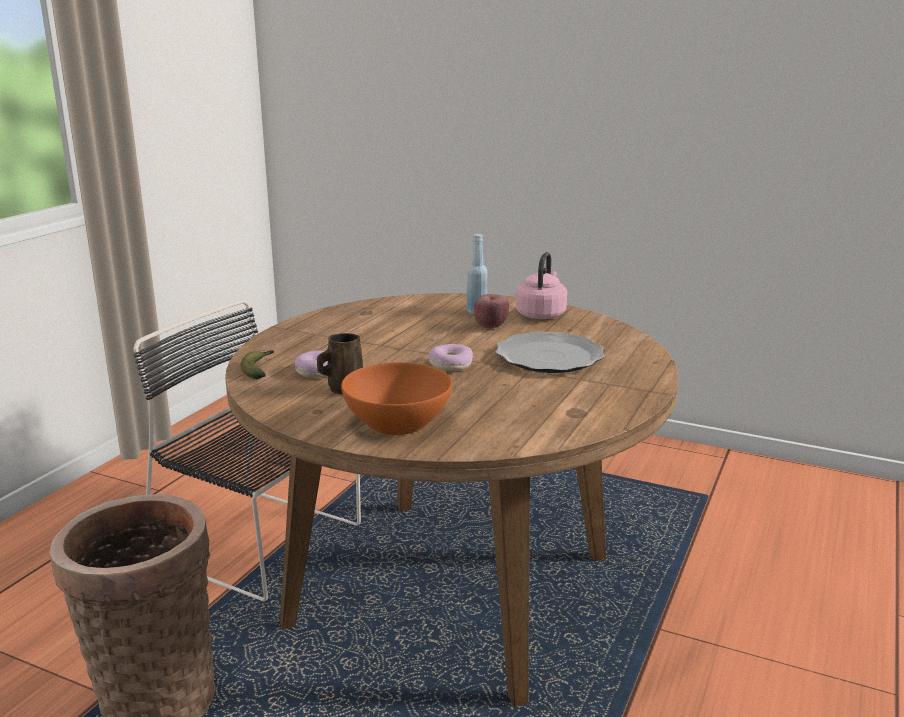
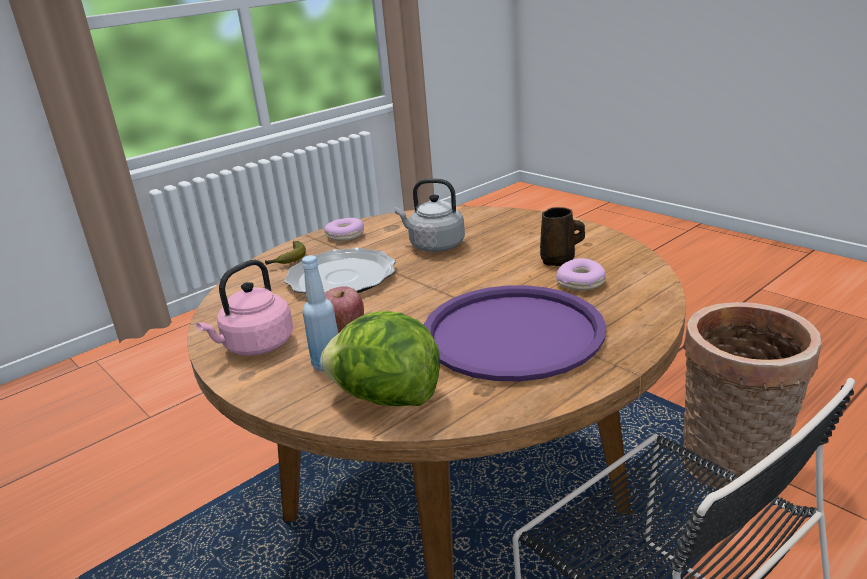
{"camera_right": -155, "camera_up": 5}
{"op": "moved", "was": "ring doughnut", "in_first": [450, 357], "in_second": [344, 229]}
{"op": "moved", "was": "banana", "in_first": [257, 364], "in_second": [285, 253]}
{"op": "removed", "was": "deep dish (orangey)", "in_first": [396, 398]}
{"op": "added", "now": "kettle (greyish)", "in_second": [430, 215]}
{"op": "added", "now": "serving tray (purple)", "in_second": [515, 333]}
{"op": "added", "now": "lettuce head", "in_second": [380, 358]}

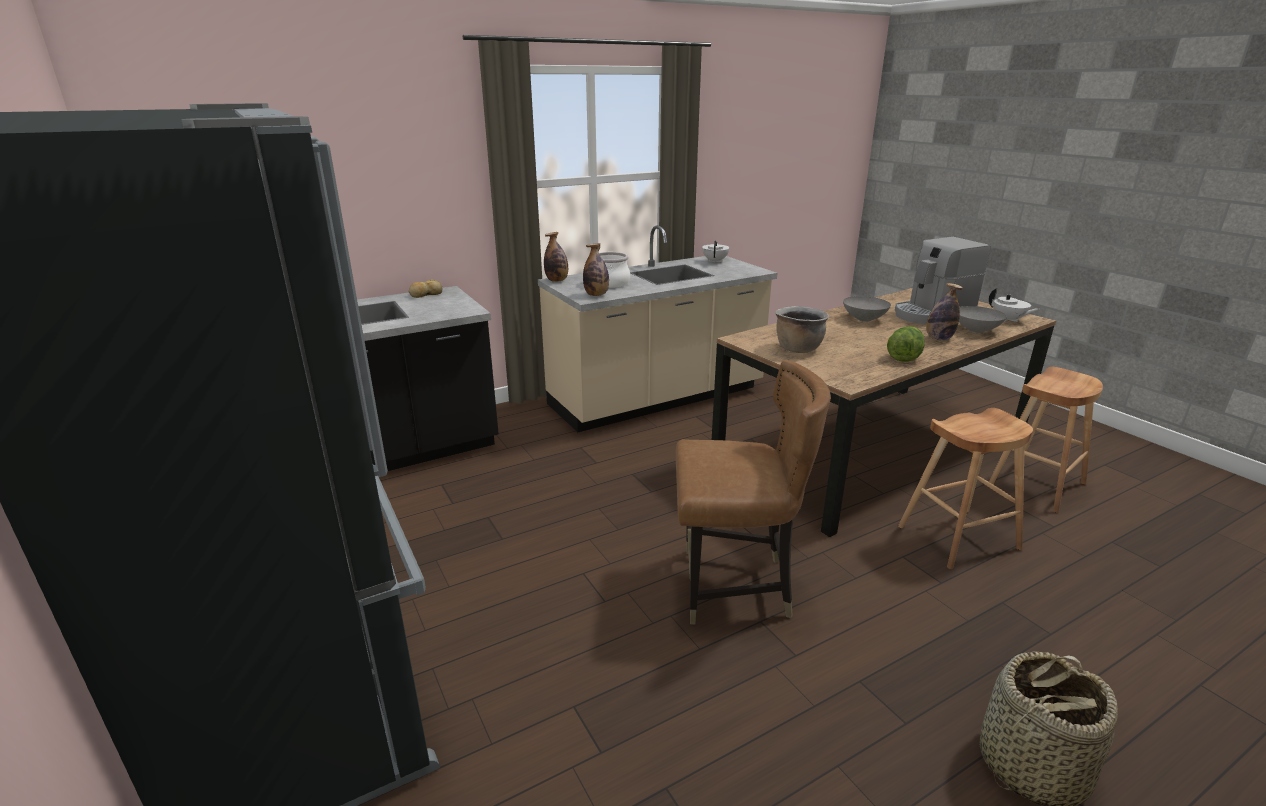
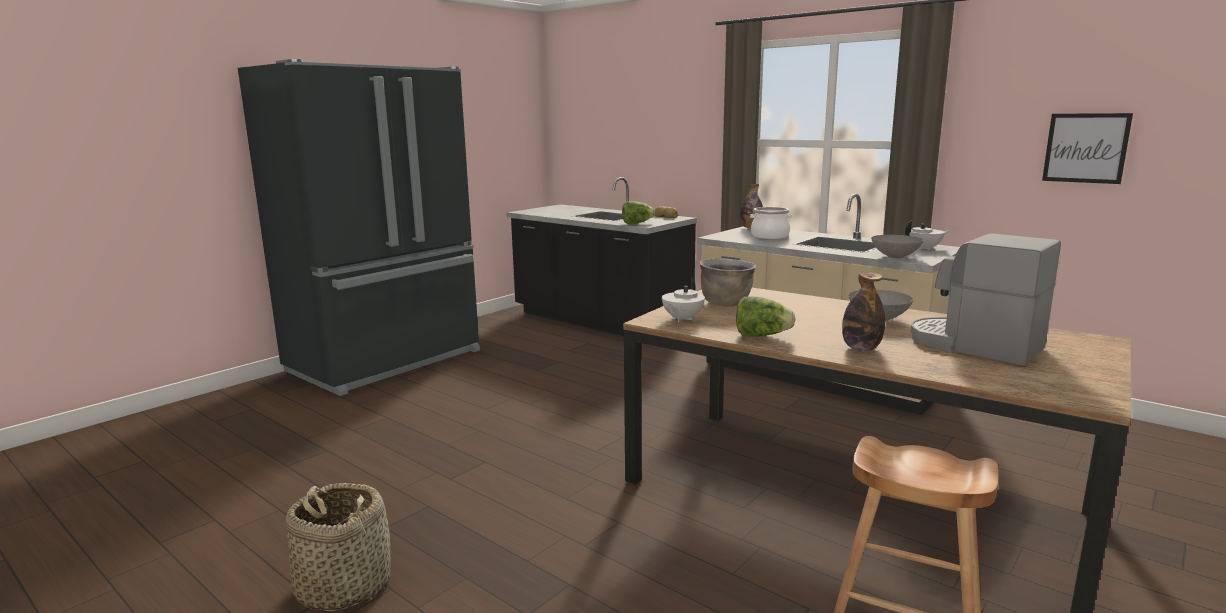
{"camera_right": 70, "camera_up": -10}
{"op": "removed", "was": "drink bottle", "in_first": [596, 269]}
{"op": "moved", "was": "pot for tea (whitish)", "in_first": [1014, 305], "in_second": [683, 299]}
{"op": "moved", "was": "deep dish (greyish)", "in_first": [983, 319], "in_second": [897, 246]}
{"op": "removed", "was": "chair (brown-coloured)", "in_first": [753, 492]}
{"op": "removed", "was": "stool (brown-coloured)", "in_first": [965, 488]}
{"op": "added", "now": "wall art", "in_second": [1087, 148]}
{"op": "added", "now": "lettuce head", "in_second": [638, 212]}

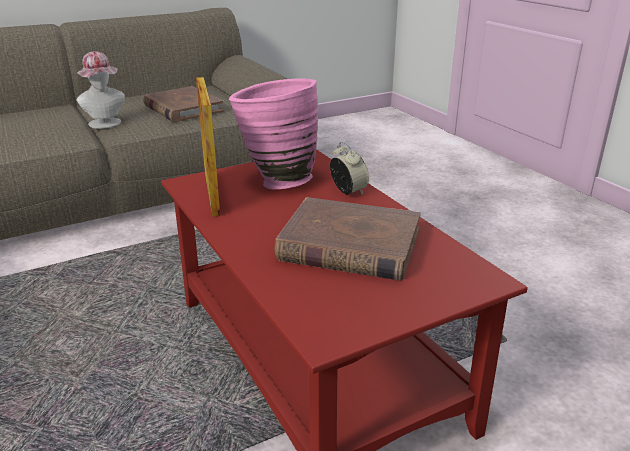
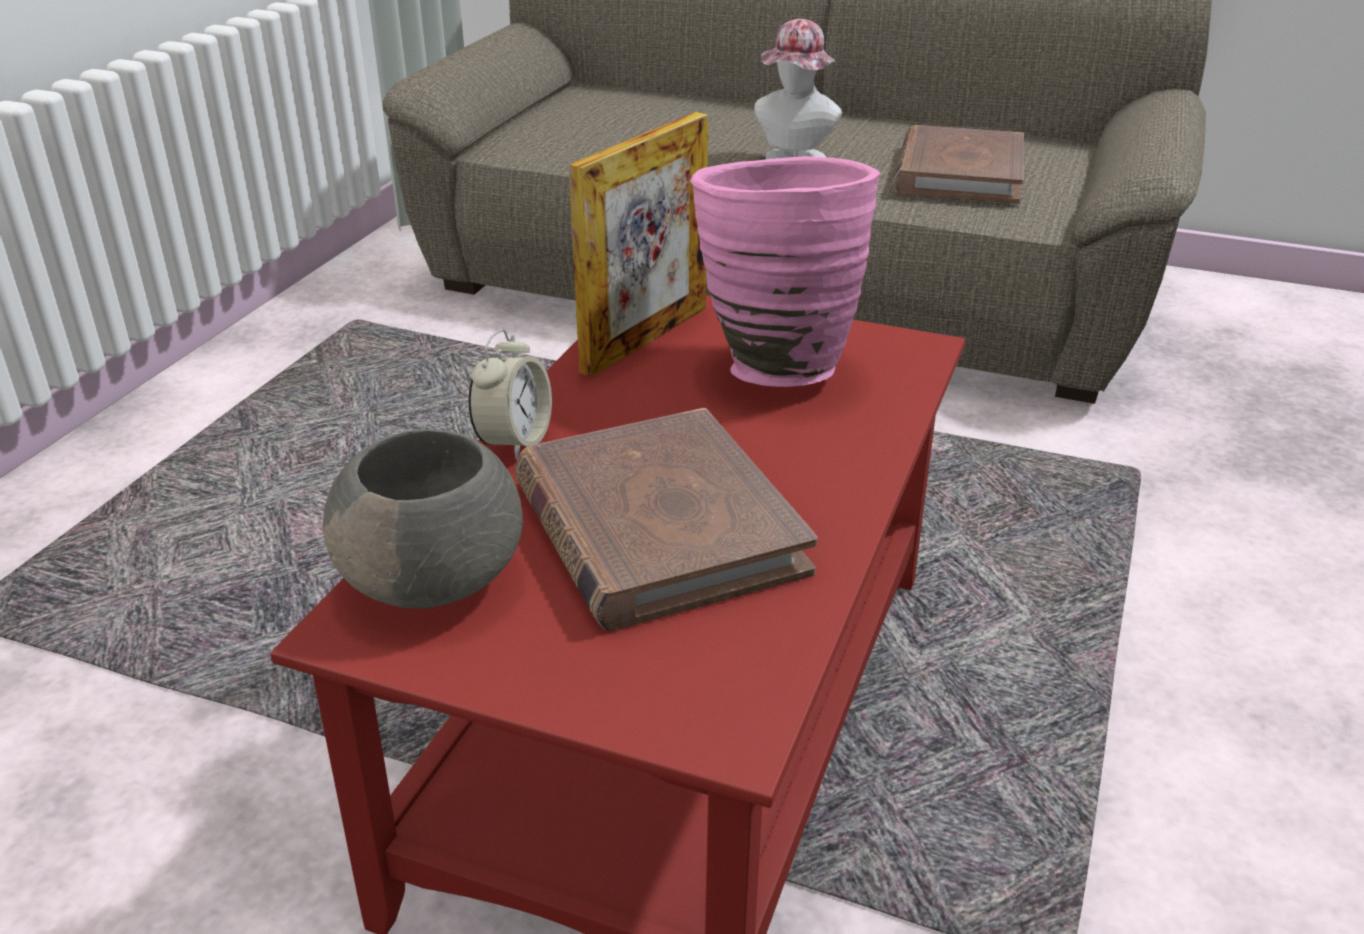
{"camera_right": 50, "camera_up": 5}
{"op": "moved", "was": "bedside clock", "in_first": [349, 168], "in_second": [510, 394]}
{"op": "added", "now": "deep dish (greyish)", "in_second": [423, 519]}

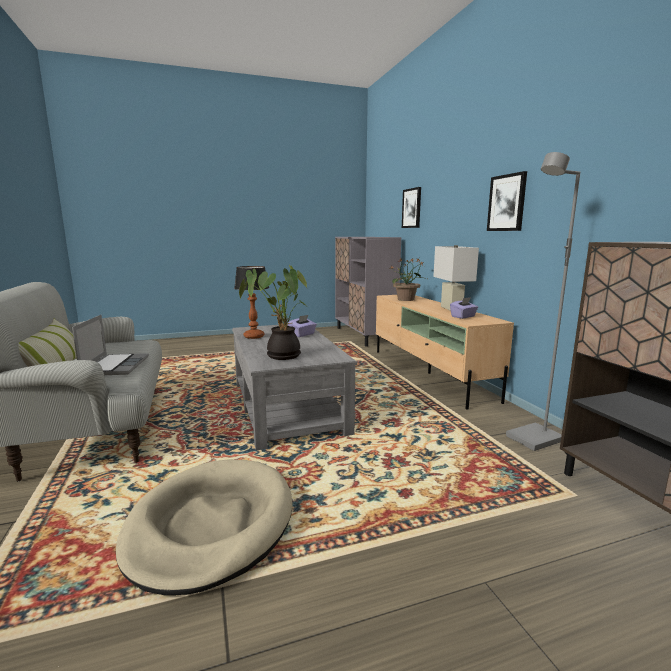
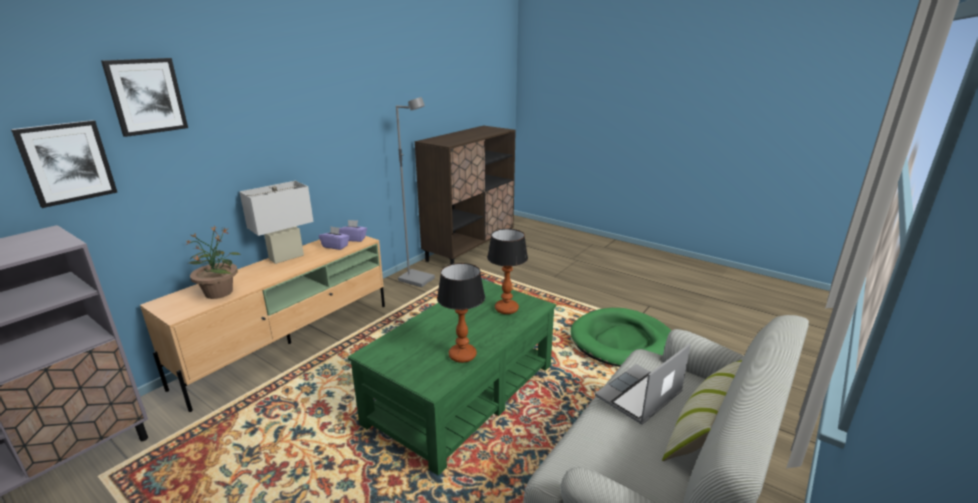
{"camera_right": -125, "camera_up": 10}
{"op": "moved", "was": "wall art", "in_first": [507, 201], "in_second": [144, 97]}
{"op": "replaced", "was": "potted plant", "now": "table lamp", "in_first": [273, 312], "in_second": [507, 271]}
{"op": "moved", "was": "box of tissues (purple)", "in_first": [302, 326], "in_second": [353, 231]}
{"op": "recoloured", "was": "coffee table (greyish)", "now": "coffee table (green-coloured)", "in_first": [294, 387], "in_second": [452, 377]}
{"op": "recoloured", "was": "pet bed (sand-coloured)", "now": "pet bed (green-coloured)", "in_first": [204, 528], "in_second": [620, 337]}

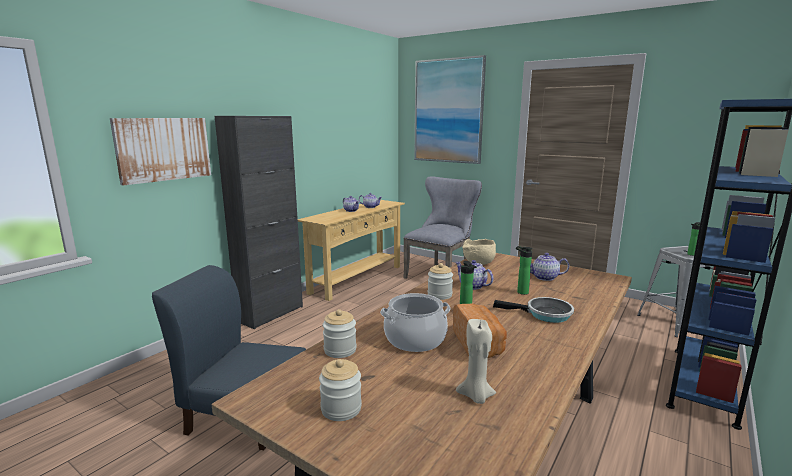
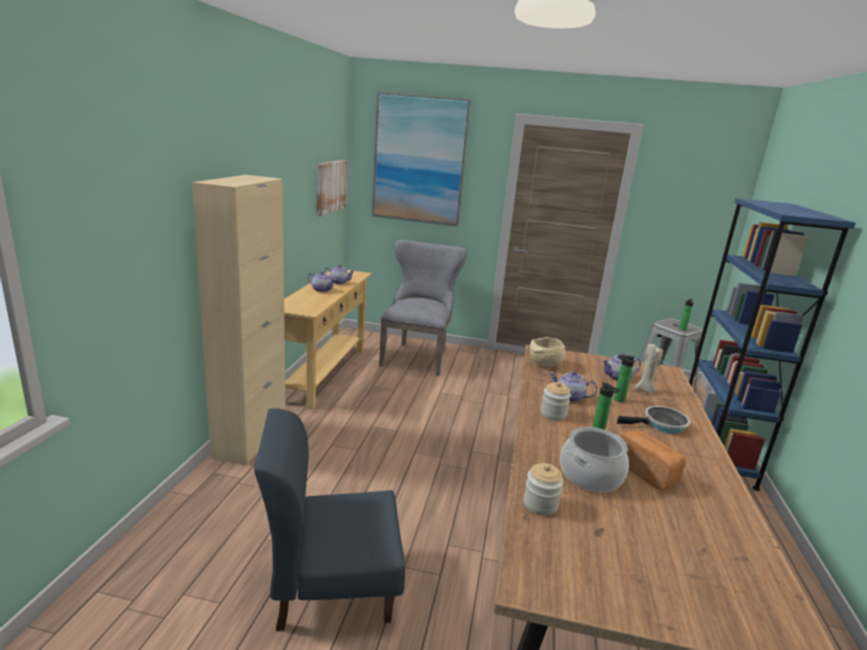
{"camera_right": -25, "camera_up": 5}
{"op": "recoloured", "was": "storage cabinet (black-coloured)", "now": "storage cabinet (sand-coloured)", "in_first": [259, 222], "in_second": [239, 320]}
{"op": "moved", "was": "wall art", "in_first": [160, 151], "in_second": [332, 188]}
{"op": "moved", "was": "candle (sand-coloured)", "in_first": [476, 361], "in_second": [649, 368]}
{"op": "removed", "was": "jar", "in_first": [340, 390]}

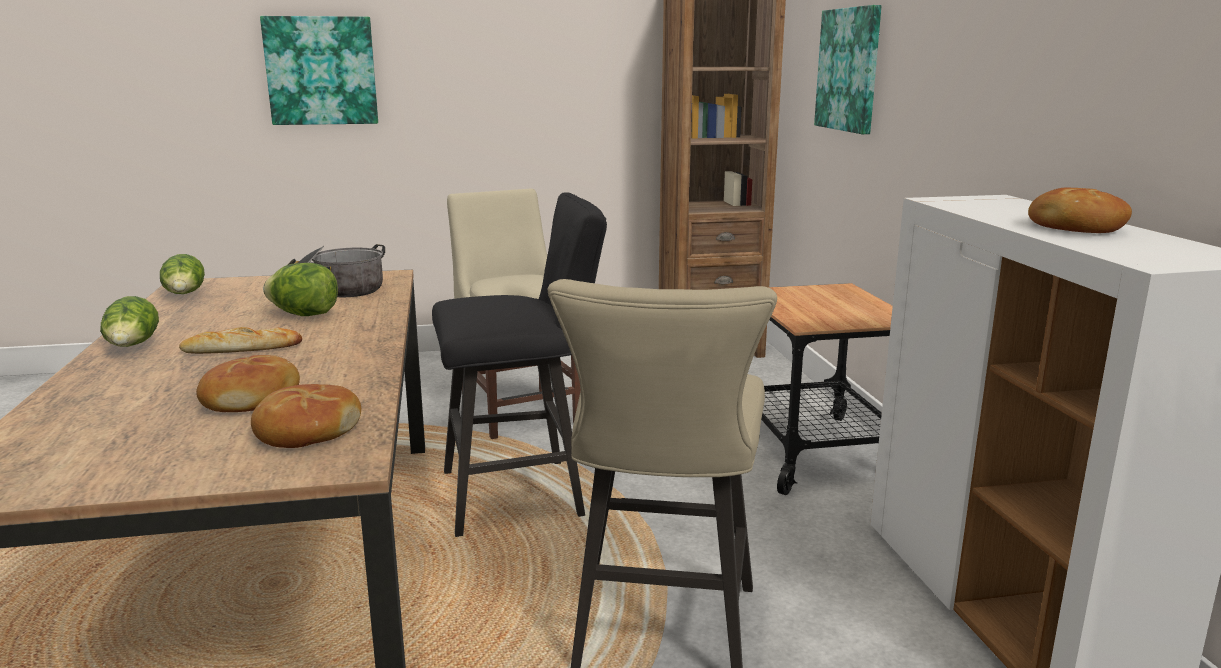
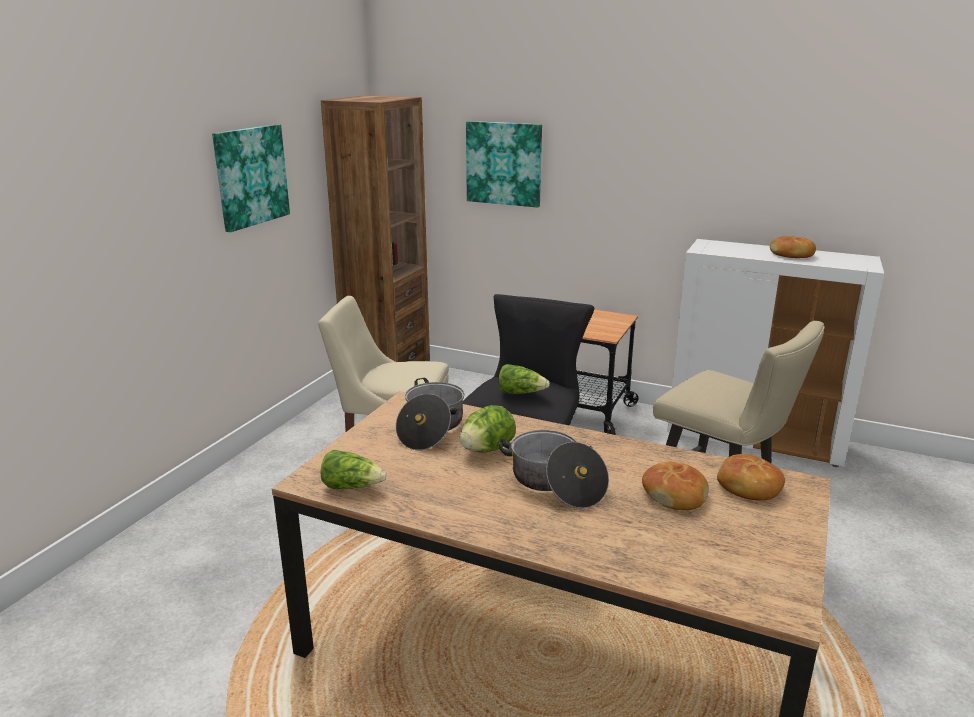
{"camera_right": -55, "camera_up": 5}
{"op": "moved", "was": "wall art", "in_first": [319, 70], "in_second": [251, 178]}
{"op": "moved", "was": "lettuce head", "in_first": [129, 321], "in_second": [524, 379]}
{"op": "replaced", "was": "baked bread", "now": "stockpot", "in_first": [240, 340], "in_second": [553, 469]}

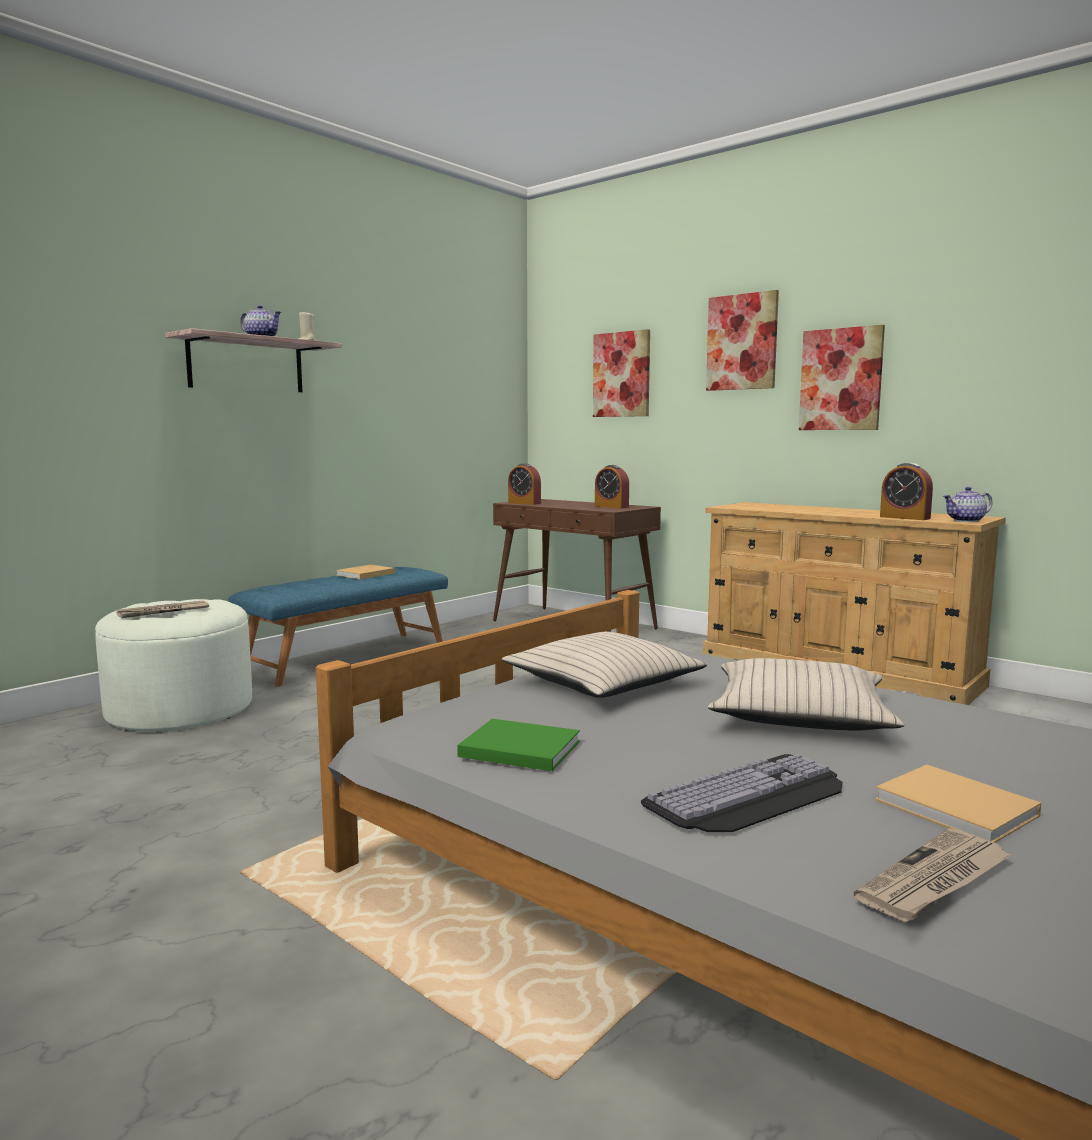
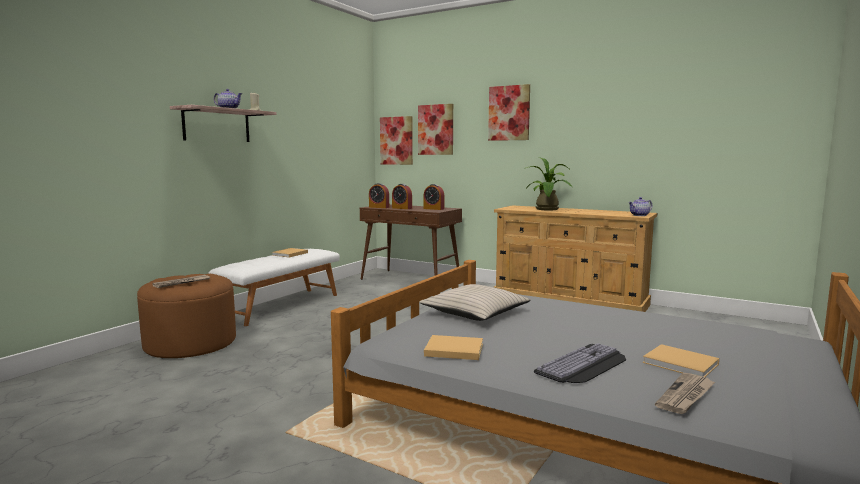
{"camera_right": -10, "camera_up": 0}
{"op": "moved", "was": "wall art", "in_first": [842, 377], "in_second": [396, 140]}
{"op": "moved", "was": "bedside clock", "in_first": [906, 491], "in_second": [402, 196]}
{"op": "recoloured", "was": "bench (blue-coloured)", "now": "bench (whitish)", "in_first": [338, 627], "in_second": [274, 287]}
{"op": "recoloured", "was": "ottoman (whitish)", "now": "ottoman (brown-coloured)", "in_first": [173, 665], "in_second": [186, 316]}
{"op": "removed", "was": "pillow (sand-coloured)", "in_first": [806, 694]}
{"op": "recoloured", "was": "bound book (green-coloured)", "now": "bound book (sand-coloured)", "in_first": [518, 745], "in_second": [453, 347]}
{"op": "added", "now": "potted plant", "in_second": [549, 184]}

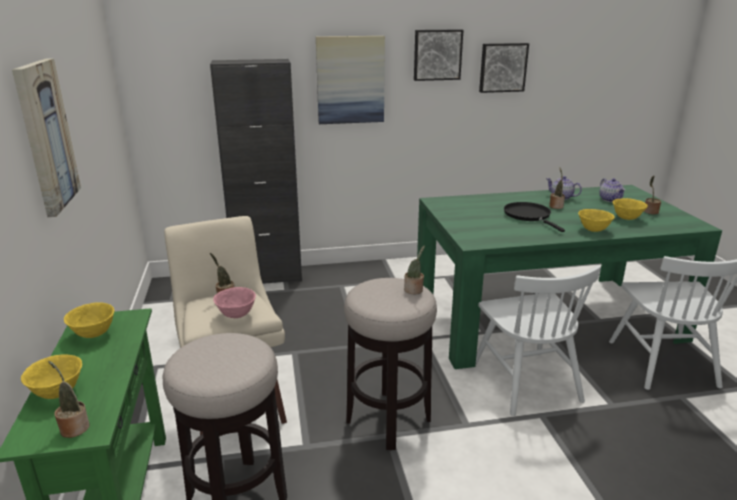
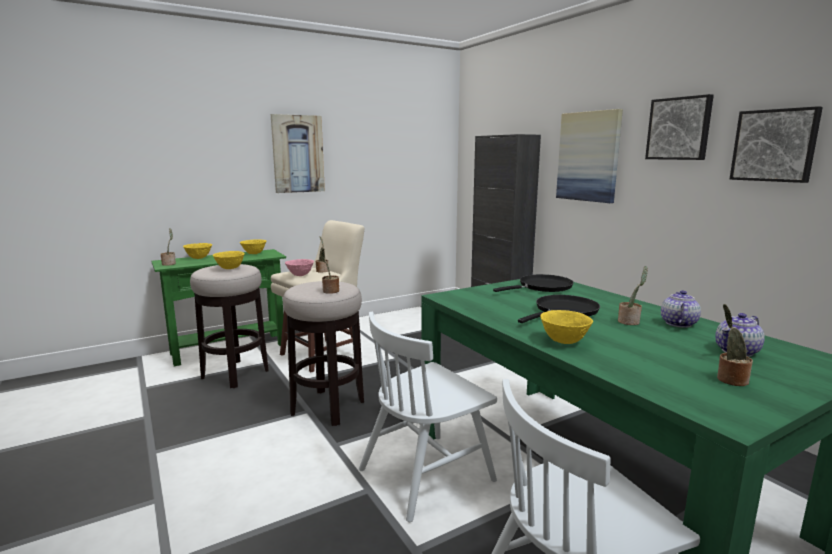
{"camera_right": 70, "camera_up": -10}
{"op": "moved", "was": "deep dish (yellowish)", "in_first": [630, 209], "in_second": [229, 260]}
{"op": "added", "now": "pan (black-coloured)", "in_second": [533, 283]}

